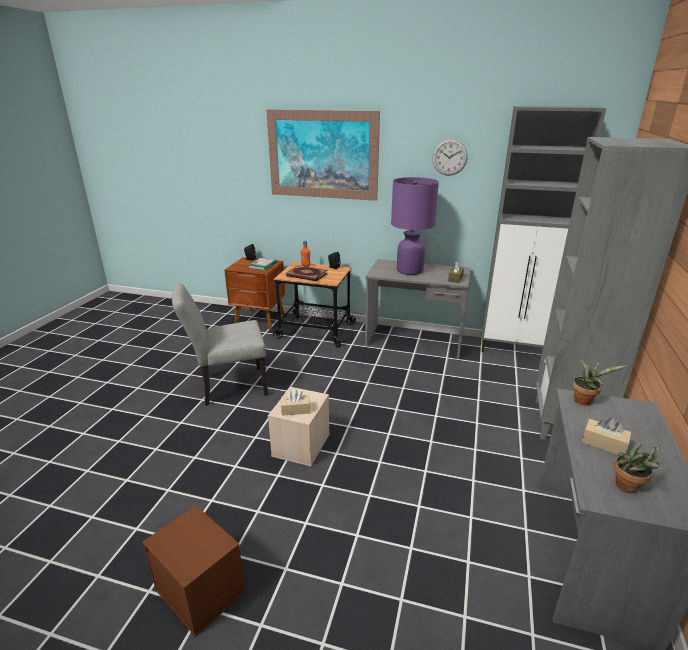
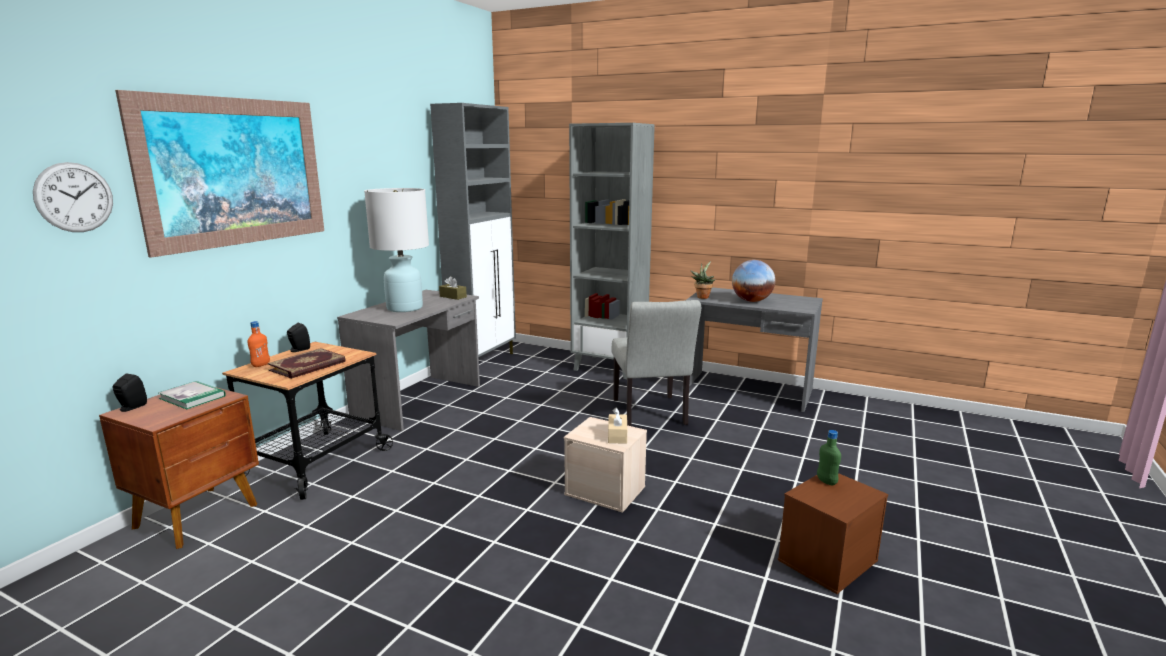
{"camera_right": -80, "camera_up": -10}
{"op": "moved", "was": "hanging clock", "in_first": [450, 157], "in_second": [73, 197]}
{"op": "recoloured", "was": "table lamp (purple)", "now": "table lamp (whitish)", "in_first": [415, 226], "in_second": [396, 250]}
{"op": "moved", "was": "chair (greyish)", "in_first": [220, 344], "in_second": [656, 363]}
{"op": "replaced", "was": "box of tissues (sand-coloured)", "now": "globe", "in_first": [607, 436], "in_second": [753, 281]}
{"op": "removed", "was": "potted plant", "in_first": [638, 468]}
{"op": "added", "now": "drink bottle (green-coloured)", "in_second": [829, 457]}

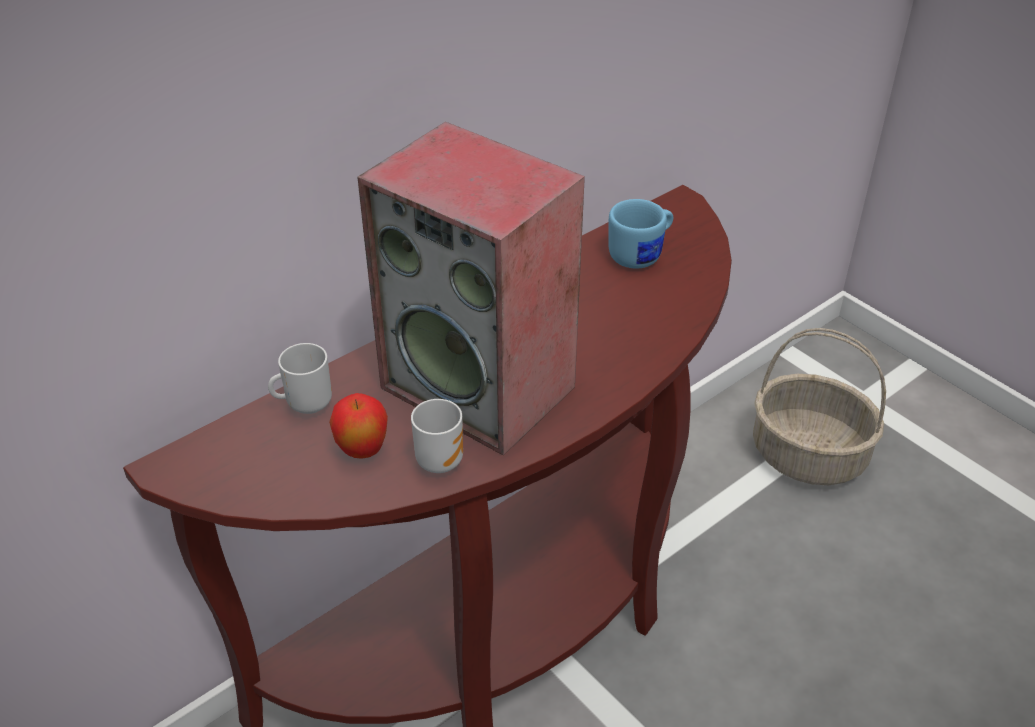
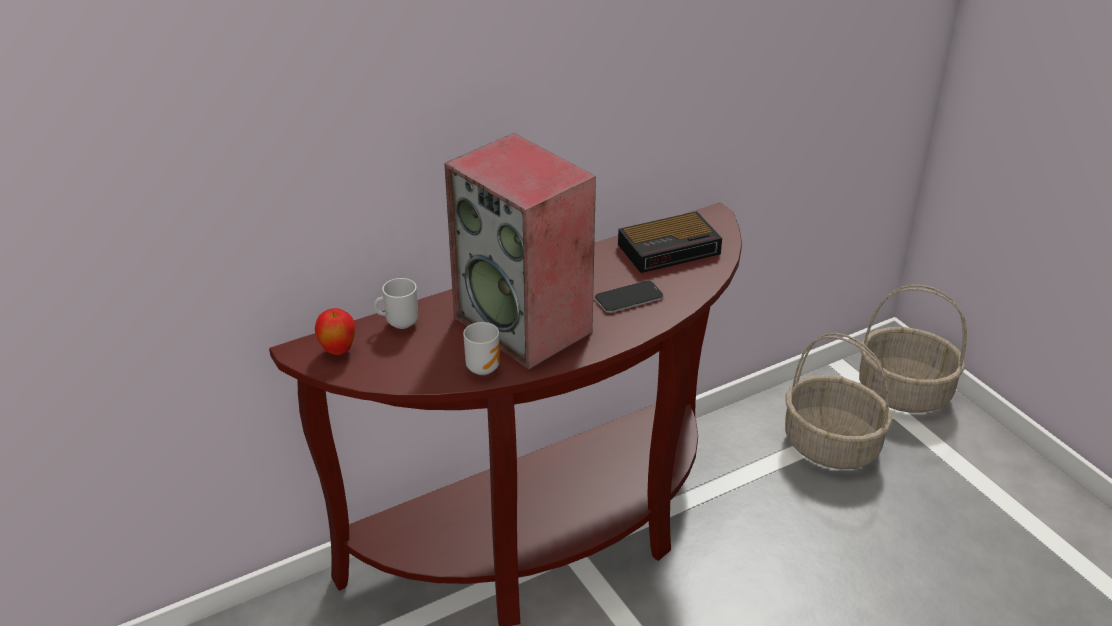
{"camera_right": 10, "camera_up": -5}
{"op": "replaced", "was": "tea mug (blue-coloured)", "now": "bedside clock", "in_first": [640, 233], "in_second": [670, 242]}
{"op": "moved", "was": "apple", "in_first": [358, 426], "in_second": [335, 331]}
{"op": "added", "now": "phone", "in_second": [629, 297]}
{"op": "added", "now": "storage basket", "in_second": [913, 349]}

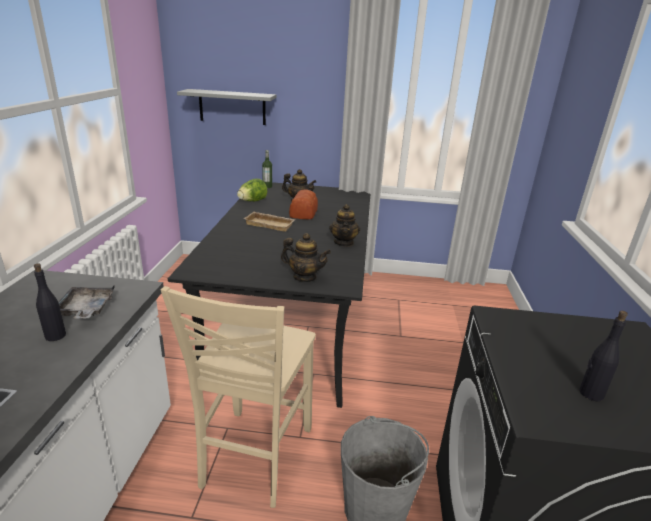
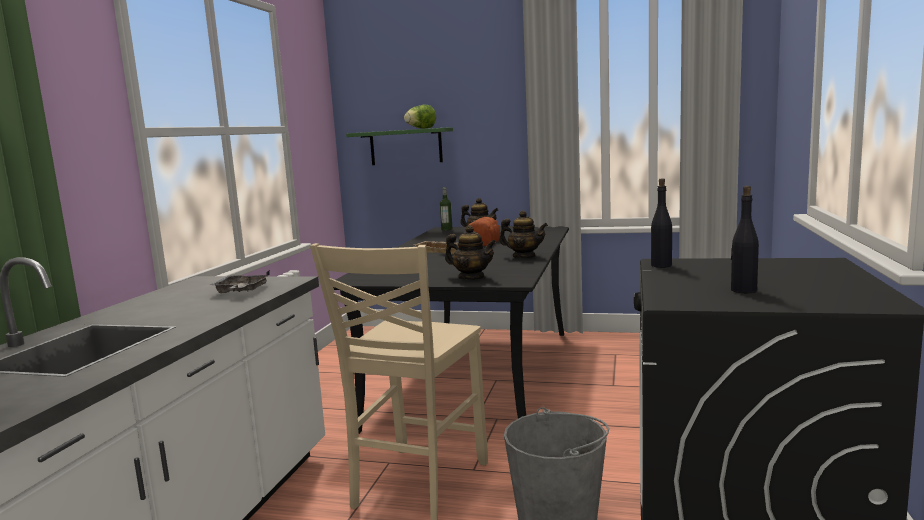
{"camera_right": 10, "camera_up": -15}
{"op": "recoloured", "was": "bracket shelf (greyish)", "now": "bracket shelf (green-coloured)", "in_first": [226, 107], "in_second": [399, 146]}
{"op": "moved", "was": "lettuce head", "in_first": [252, 190], "in_second": [420, 117]}
{"op": "turned", "was": "pot for tea", "in_first": [344, 225], "in_second": [523, 234], "clockwise": -75}
{"op": "moved", "was": "drink bottle (black-coloured)", "in_first": [50, 302], "in_second": [661, 223]}

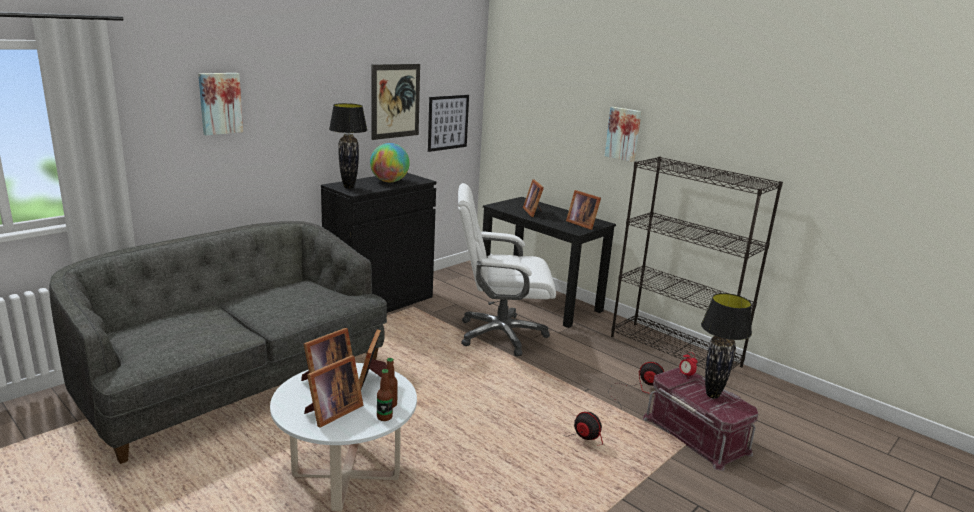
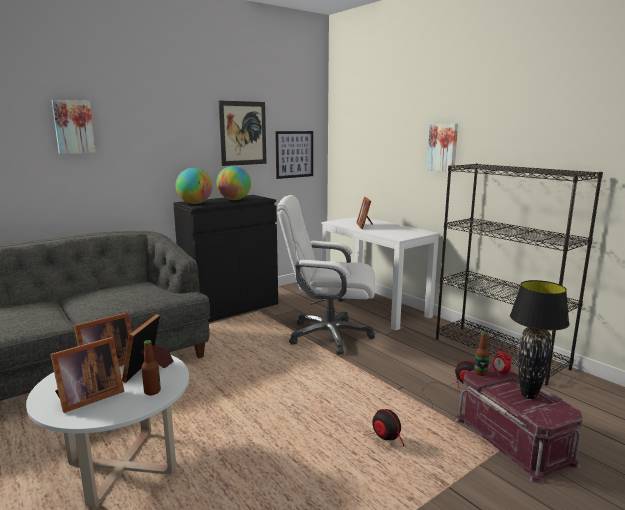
{"camera_right": 10, "camera_up": -5}
{"op": "replaced", "was": "table lamp (black-coloured)", "now": "globe", "in_first": [348, 146], "in_second": [194, 186]}
{"op": "removed", "was": "photo frame", "in_first": [583, 210]}
{"op": "recoloured", "was": "desk table (black-coloured)", "now": "desk table (whitish)", "in_first": [549, 262], "in_second": [380, 274]}
{"op": "moved", "was": "drink bottle", "in_first": [385, 395], "in_second": [482, 353]}

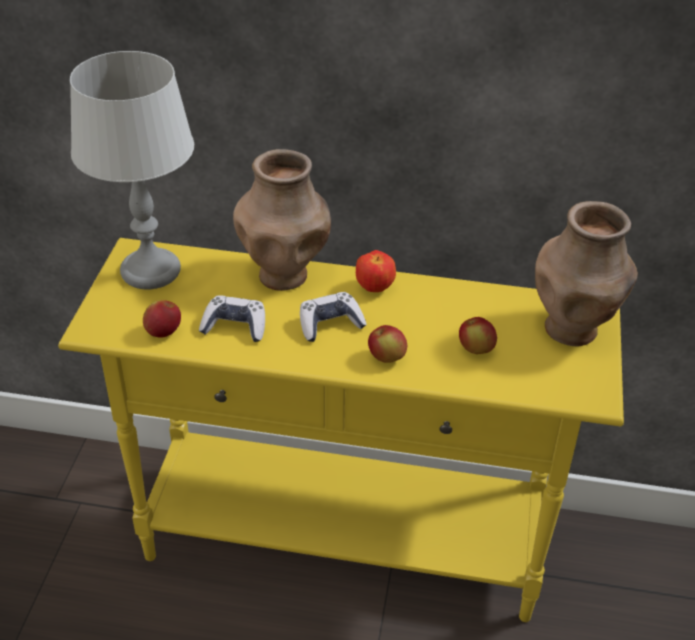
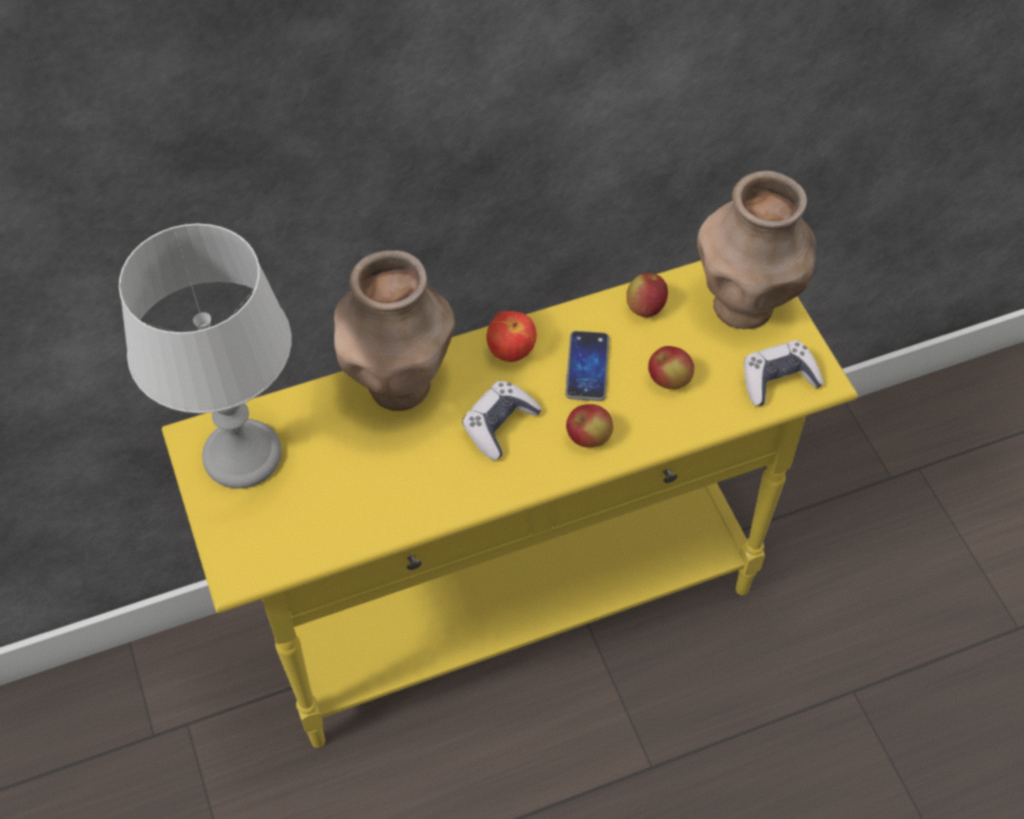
{"camera_right": -30, "camera_up": 15}
{"op": "moved", "was": "gamepad", "in_first": [232, 318], "in_second": [784, 373]}
{"op": "moved", "was": "apple", "in_first": [162, 319], "in_second": [647, 295]}
{"op": "added", "now": "phone", "in_second": [587, 366]}

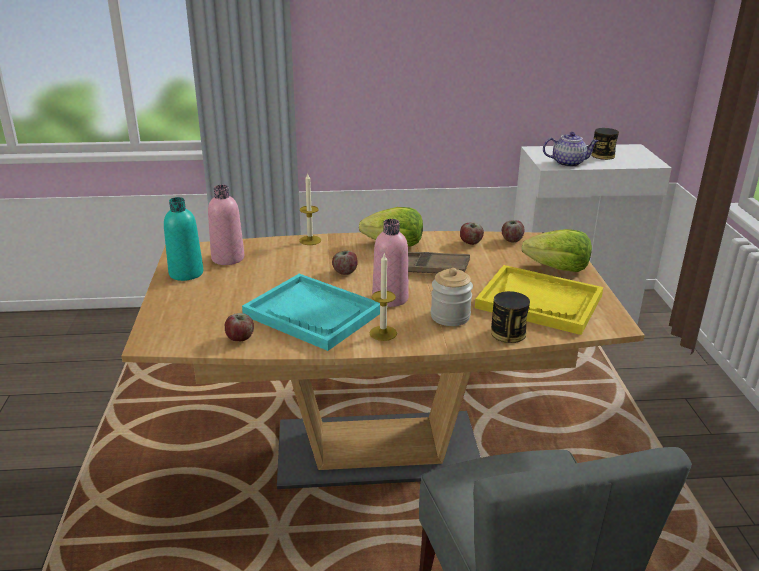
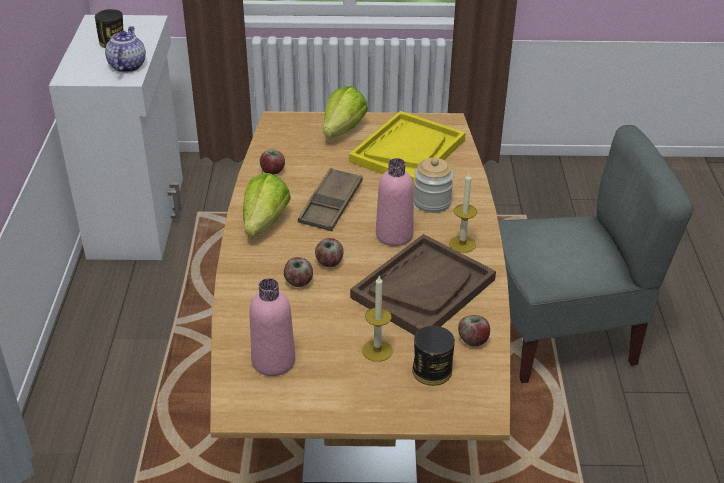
{"camera_right": -85, "camera_up": 10}
{"op": "moved", "was": "candle", "in_first": [310, 209], "in_second": [377, 319]}
{"op": "removed", "was": "drink bottle (turquoise)", "in_first": [183, 239]}
{"op": "moved", "was": "apple", "in_first": [513, 231], "in_second": [298, 272]}
{"op": "recoloured", "was": "serving tray (turquoise)", "now": "serving tray (brown-coloured)", "in_first": [311, 312], "in_second": [423, 284]}
{"op": "moved", "was": "metal can", "in_first": [510, 317], "in_second": [433, 356]}

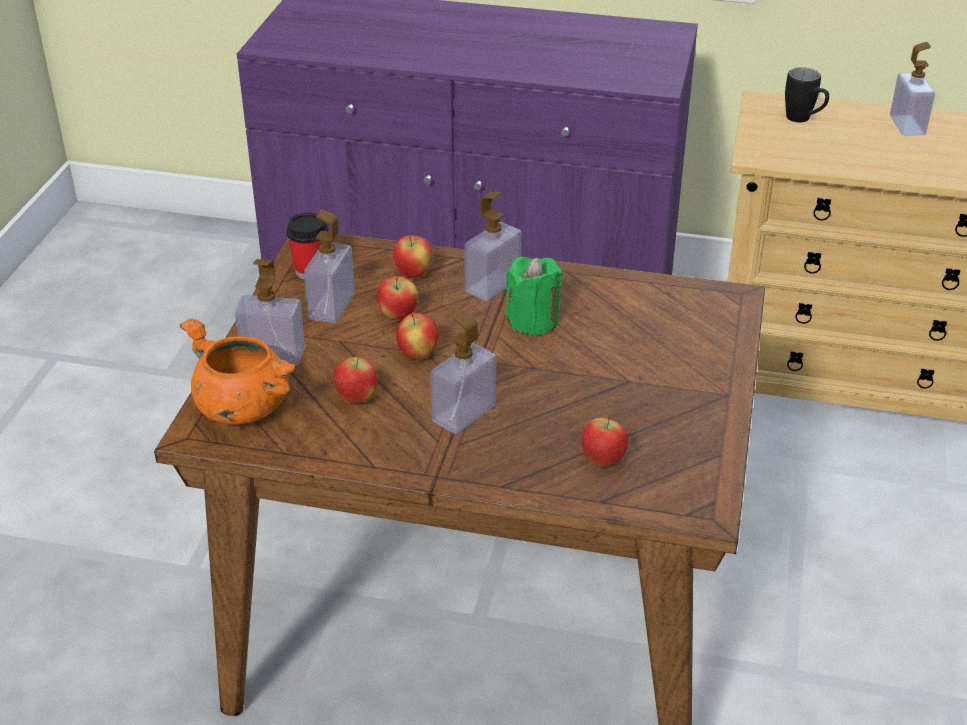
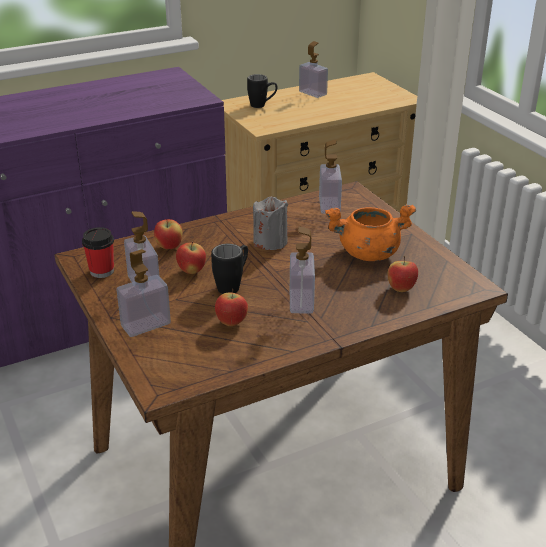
{"camera_right": -40, "camera_up": -5}
{"op": "moved", "was": "soap bottle", "in_first": [493, 246], "in_second": [330, 177]}
{"op": "recoloured", "was": "candle (green-coloured)", "now": "candle (greyish)", "in_first": [534, 296], "in_second": [270, 223]}
{"op": "replaced", "was": "apple", "now": "tea mug (black-coloured)", "in_first": [417, 336], "in_second": [229, 269]}
{"op": "moved", "was": "stockpot (orangey)", "in_first": [238, 371], "in_second": [370, 233]}

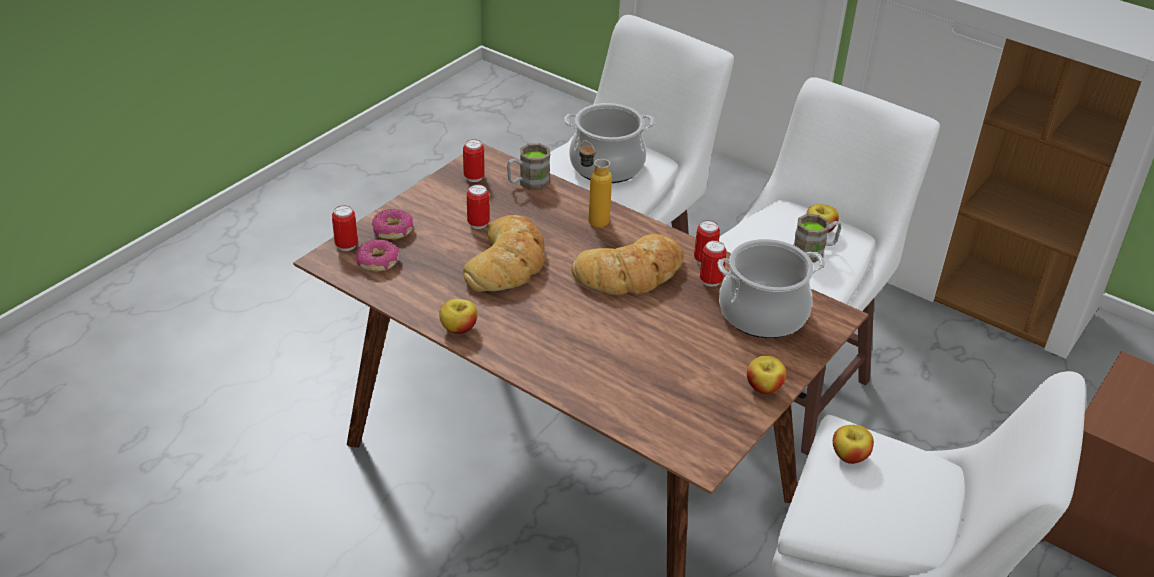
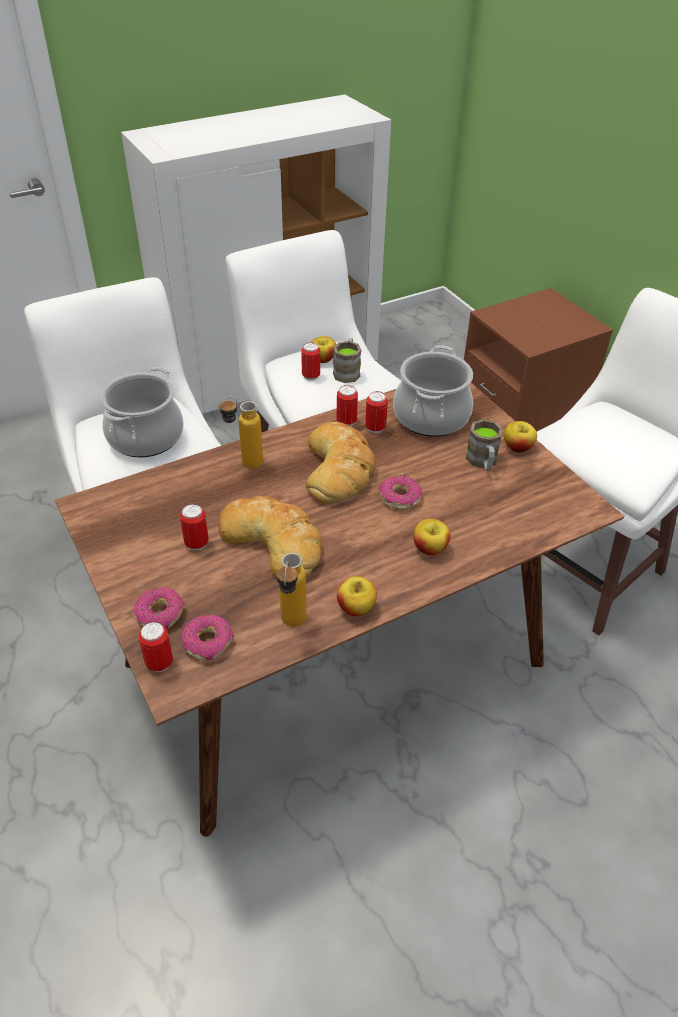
{"camera_right": -65, "camera_up": 5}
{"op": "moved", "was": "metal can", "in_first": [474, 160], "in_second": [310, 361]}
{"op": "moved", "was": "tea mug (brown-coloured)", "in_first": [528, 166], "in_second": [484, 445]}
{"op": "moved", "was": "apple", "in_first": [853, 444], "in_second": [431, 537]}
{"op": "added", "now": "ring doughnut", "in_second": [401, 492]}
{"op": "added", "now": "drink bottle", "in_second": [292, 590]}

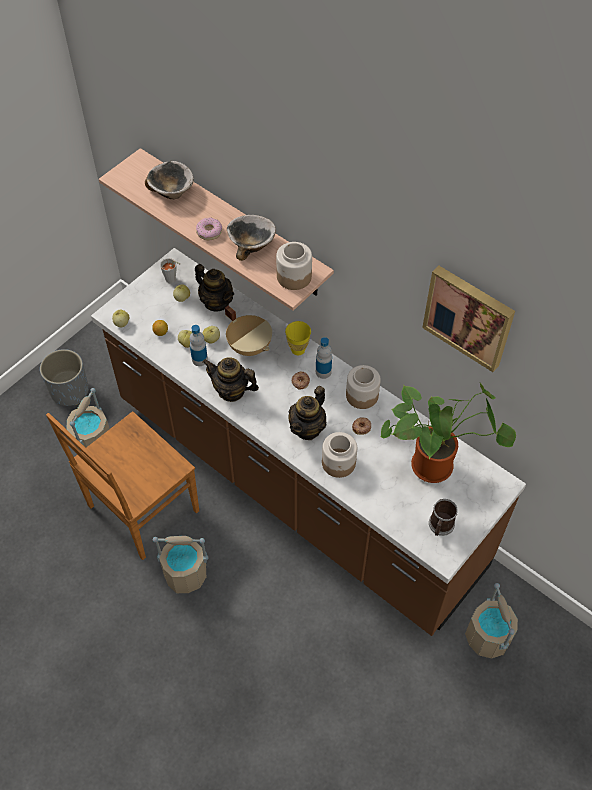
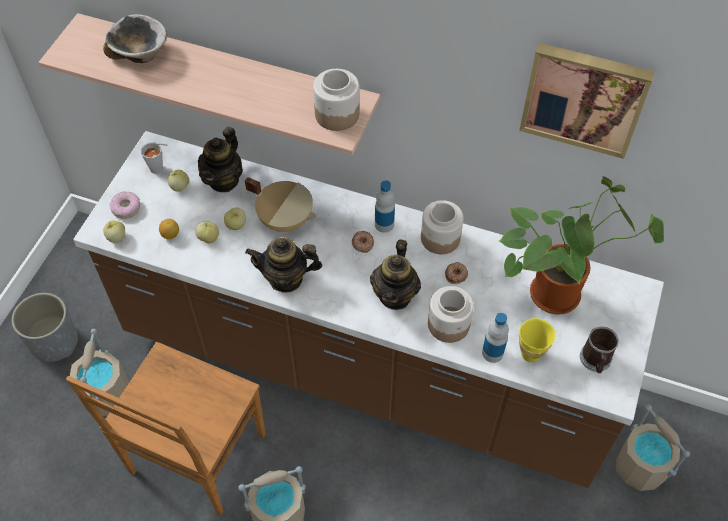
{"camera_right": -20, "camera_up": 0}
{"op": "removed", "was": "deep dish", "in_first": [251, 238]}
{"op": "moved", "was": "ring doughnut", "in_first": [209, 229], "in_second": [125, 205]}
{"op": "turned", "was": "pot for tea", "in_first": [214, 287], "in_second": [220, 159], "clockwise": 90}
{"op": "moved", "was": "drinking cup (yellowish)", "in_first": [298, 338], "in_second": [537, 340]}
{"op": "moved", "was": "drink bottle", "in_first": [199, 345], "in_second": [495, 338]}

